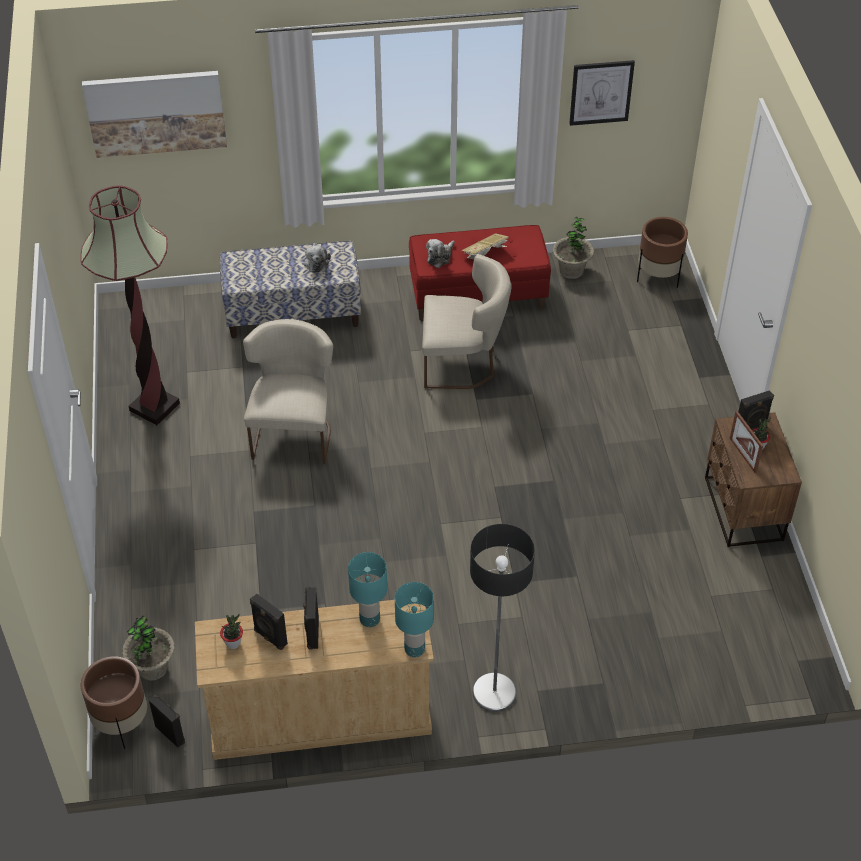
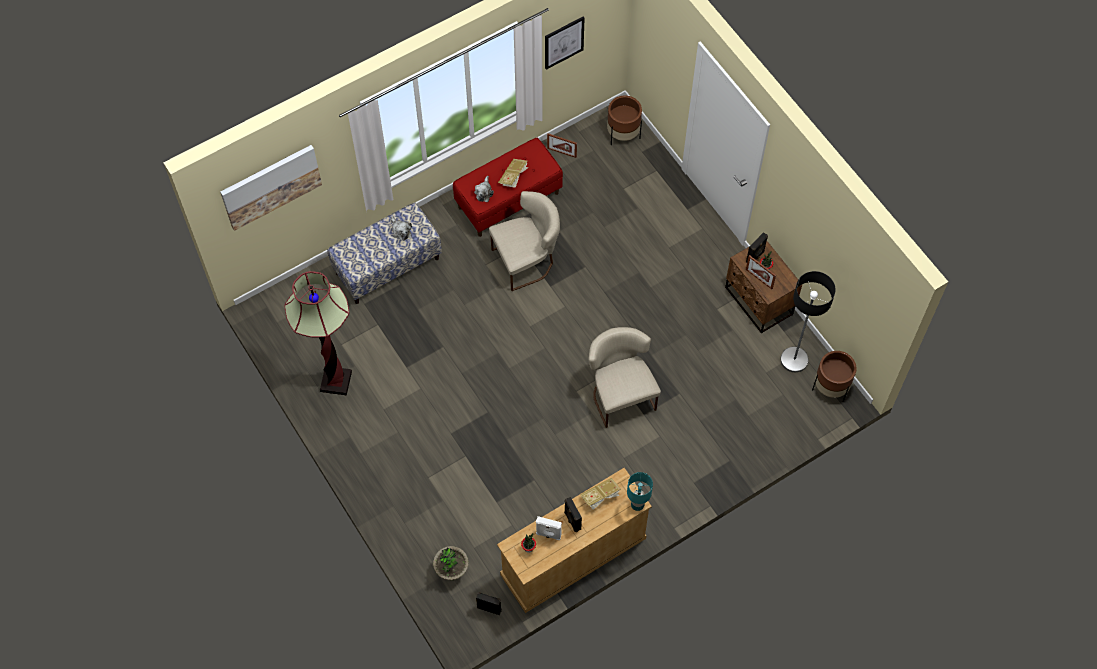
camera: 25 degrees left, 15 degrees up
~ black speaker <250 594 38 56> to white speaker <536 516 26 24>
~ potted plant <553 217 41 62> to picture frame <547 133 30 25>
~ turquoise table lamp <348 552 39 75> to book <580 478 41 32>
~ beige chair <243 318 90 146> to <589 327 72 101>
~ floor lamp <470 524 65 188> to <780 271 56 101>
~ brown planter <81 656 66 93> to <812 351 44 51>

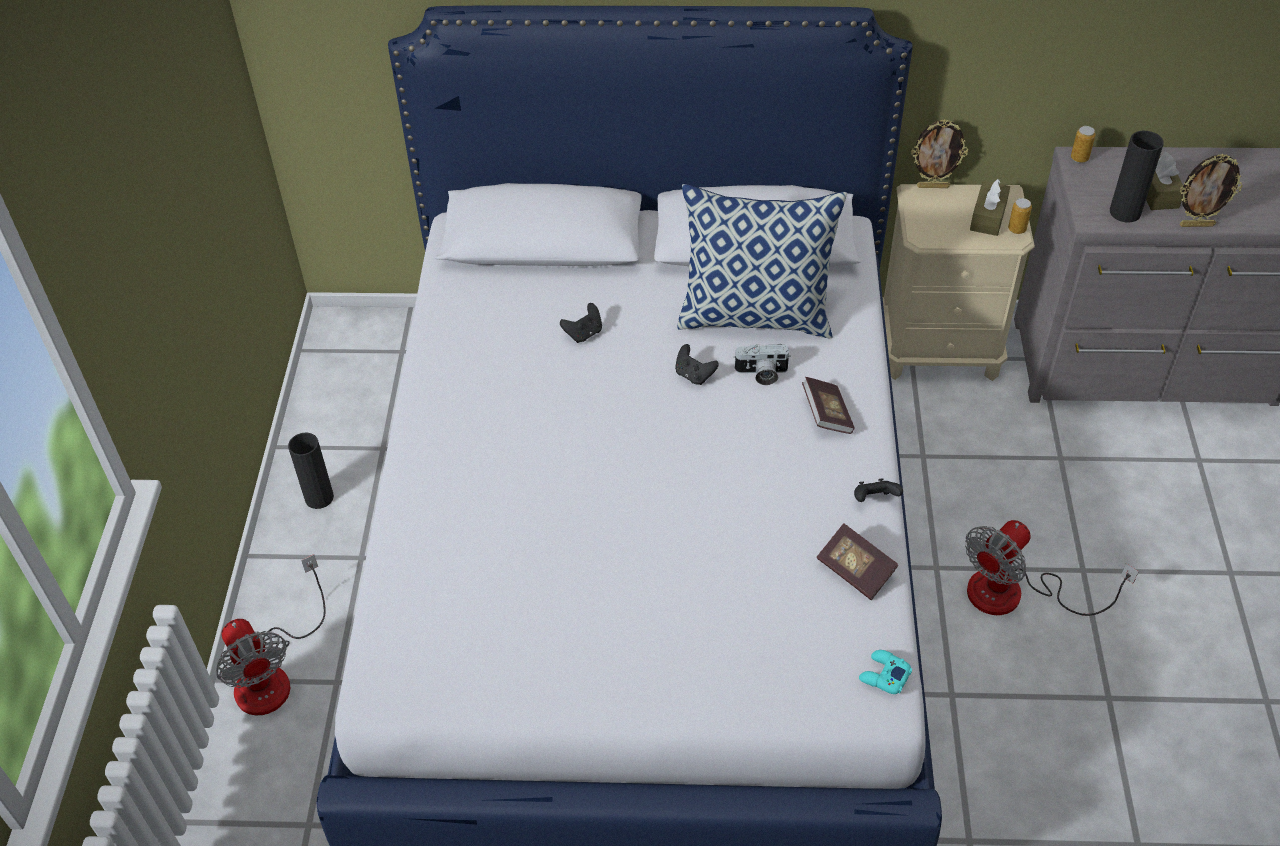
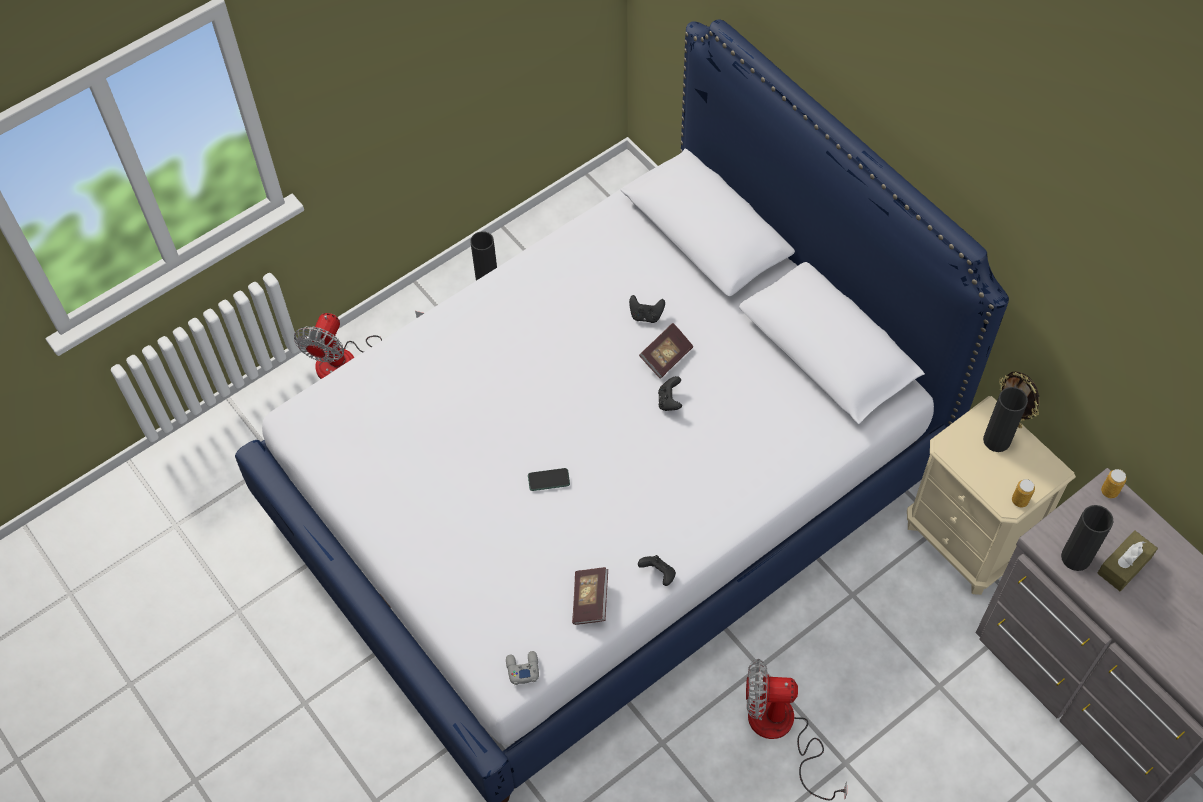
camera: 50 degrees right, 10 degrees up
~ turquoise game controller <859 650 53 44> to grey game controller <506 651 33 34>
+ phone <528 468 42 23>
~ book <802 377 53 57> to <639 323 54 56>
+ black vase <983 387 45 65>
- pillow <677 184 170 154>
- photo camera <733 344 58 41>
- brown tissue box <970 179 40 57>
- picture frame <1180 154 63 73>

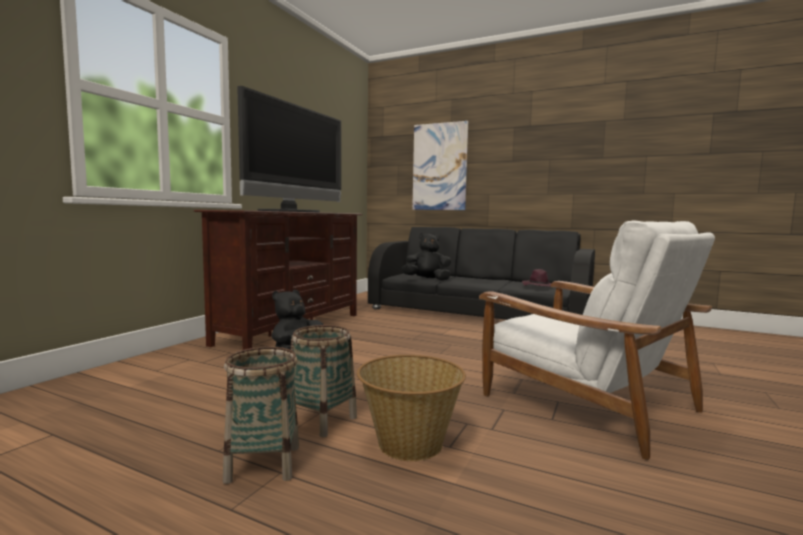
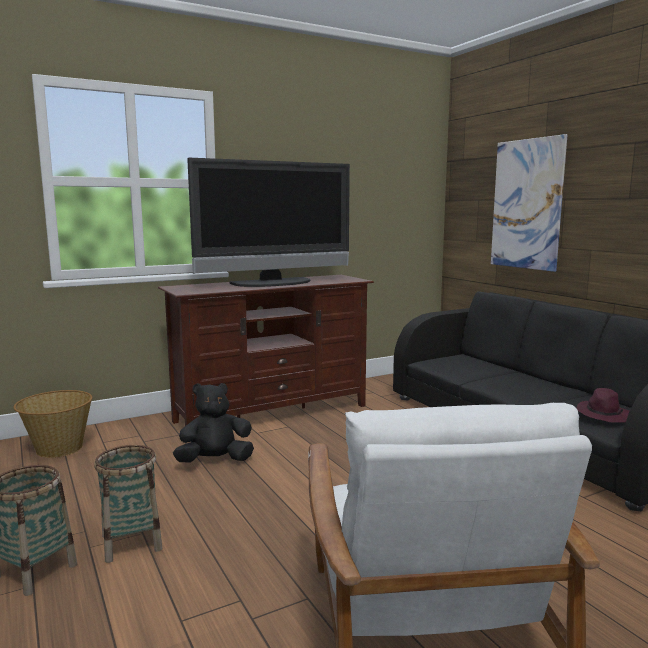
camera: 35 degrees right, 5 degrees up
~ basket <357 355 109 106> to <13 390 79 68>
- black plush toy <401 233 50 48>

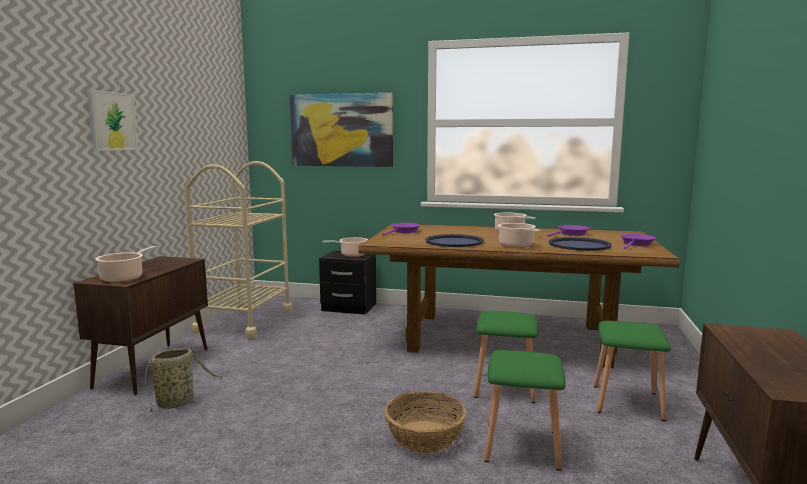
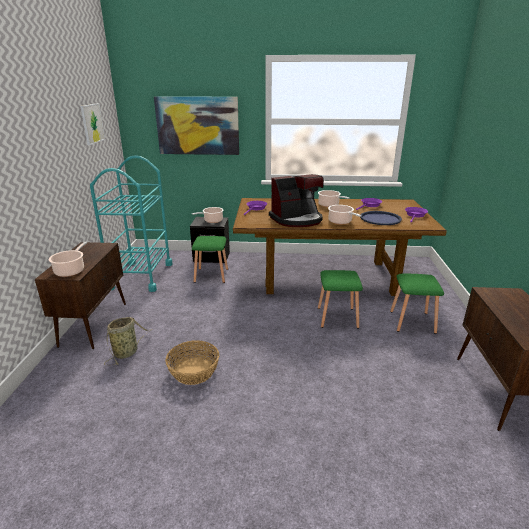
camera: 10 degrees left, 15 degrees up
~ picture <87 90 51 61> to <80 103 25 42>
~ beige cart <185 161 108 178> to turquoise cart <90 155 83 137>
~ basket <385 391 81 62> to <165 340 54 45>
~ green stool <484 350 82 121> to <192 236 36 47>
~ blue tray <425 234 59 13> to coffee machine <269 174 55 53>

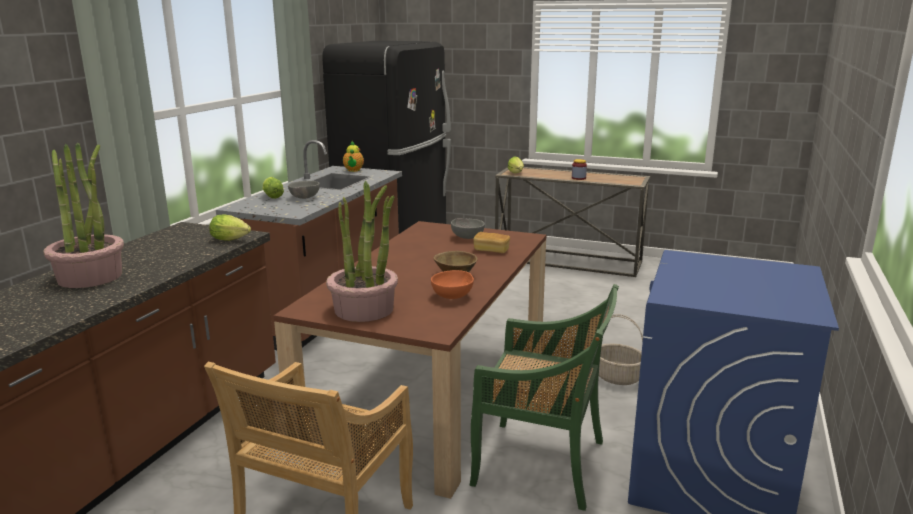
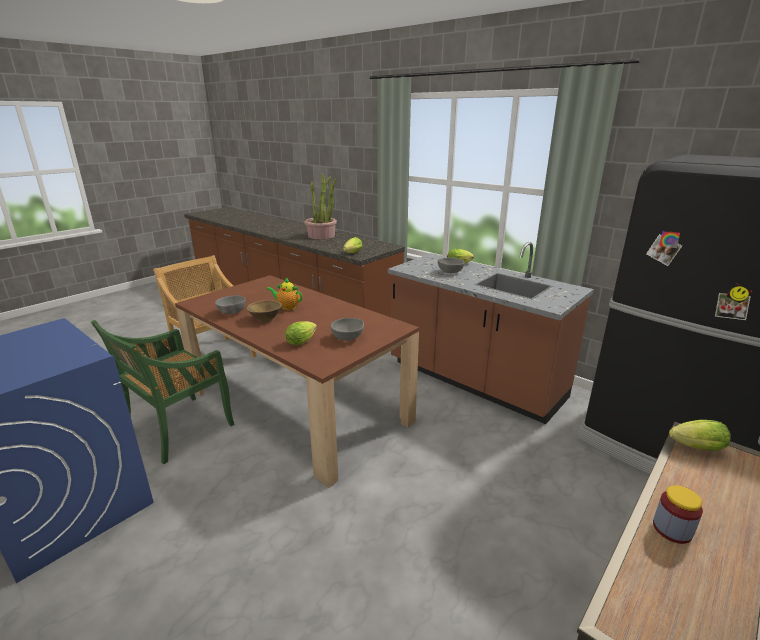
camera: 110 degrees right, 5 degrees up
~ orange bowl <431 270 43 29> to grey bowl <215 295 31 19>
~ teapot <343 141 21 31> to <266 278 36 32>
~ bread <473 232 37 21> to lettuce <285 321 32 24>
- potted plant <326 181 72 141>
- basket <599 314 44 71>

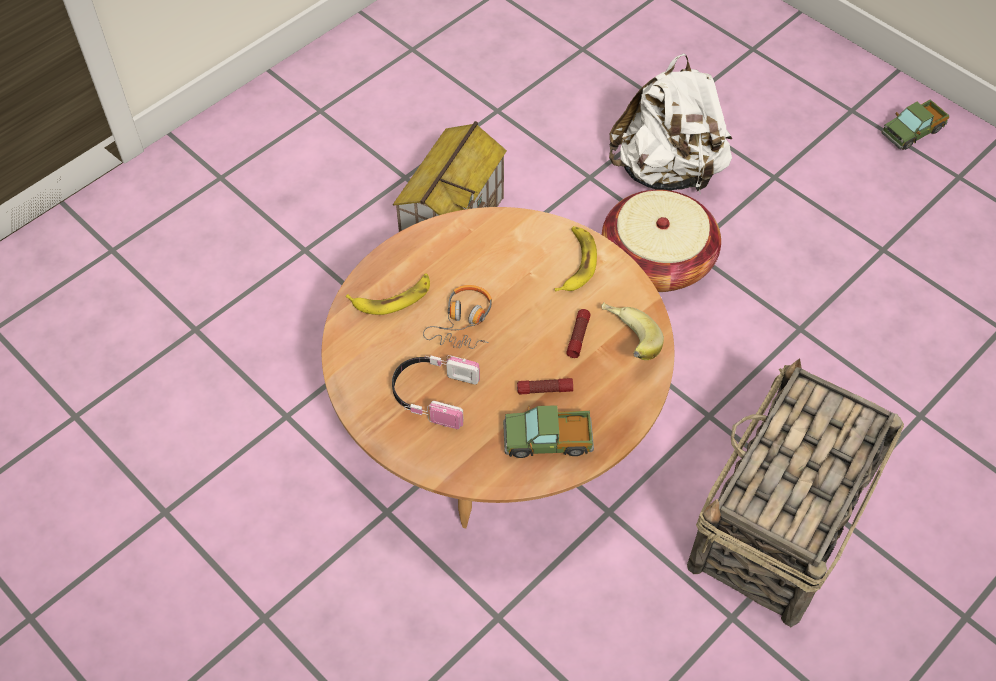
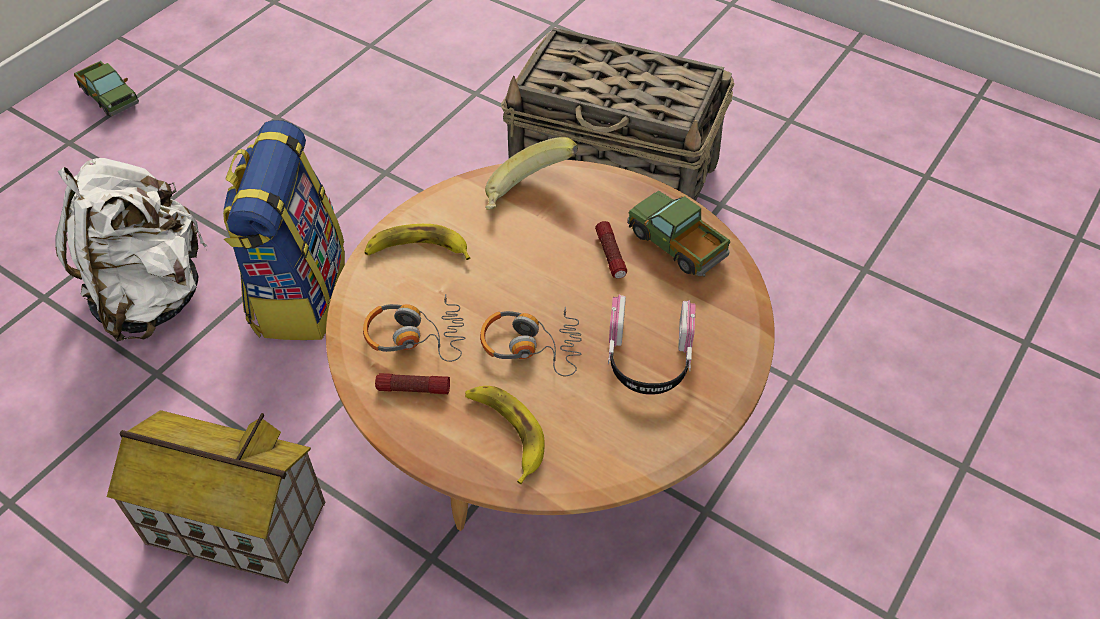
camera: 100 degrees left, 5 degrees down
~ basket <602 189 119 103> to backpack <223 120 122 220>
+ headphones <363 294 102 68>
~ flashlight <566 309 25 49> to <375 373 75 21>
~ toy truck <503 405 91 53> = <627 191 103 86> 150 degrees clockwise

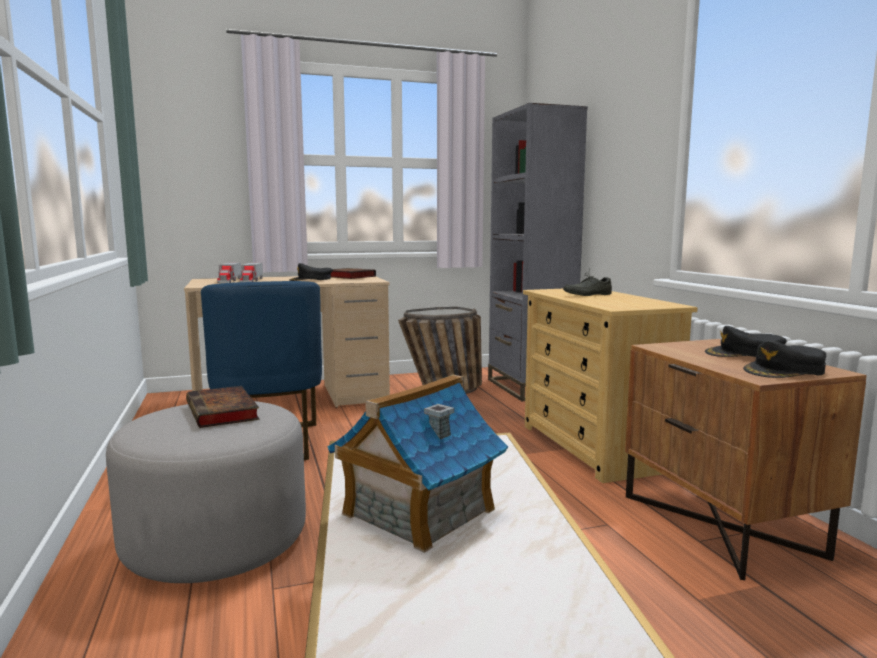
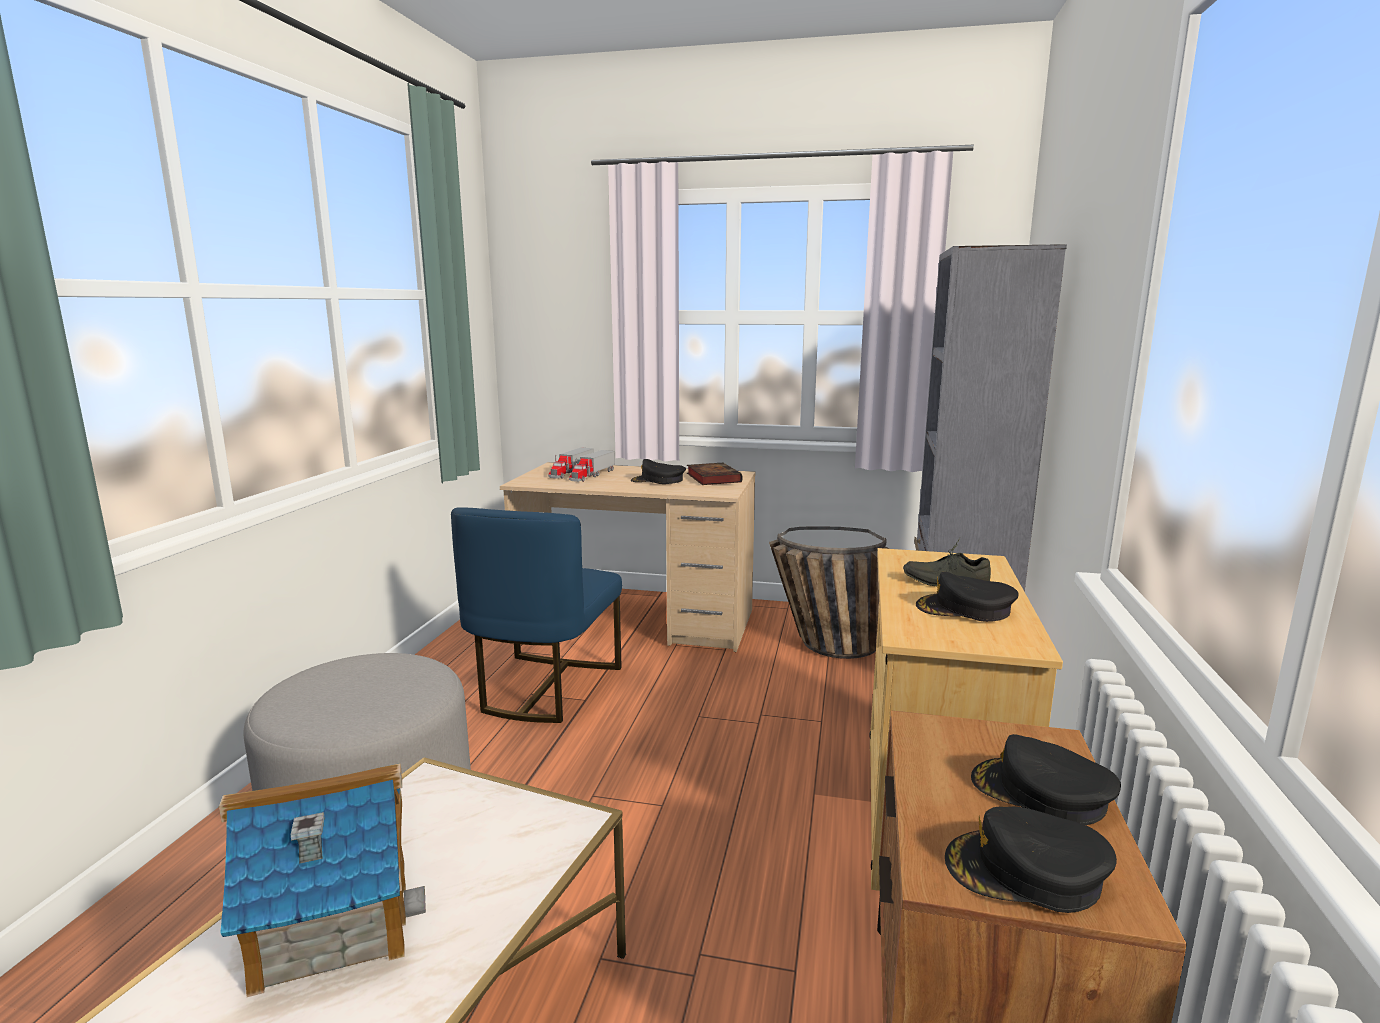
camera: 30 degrees right, 5 degrees up
+ black cap <916 572 103 50>
- book <186 386 74 42>

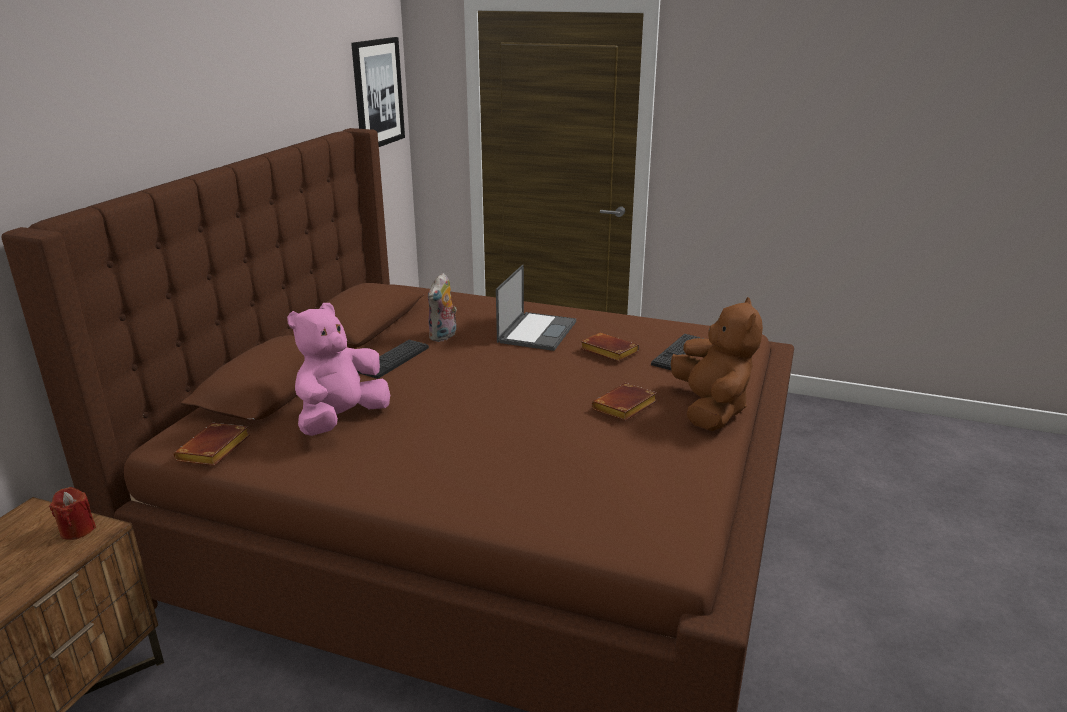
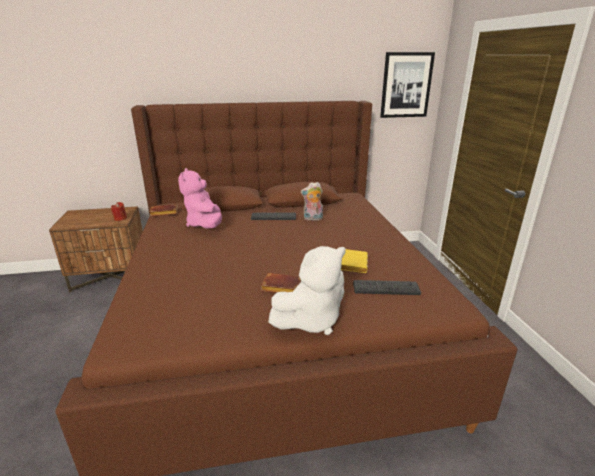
camera: 60 degrees right, 0 degrees up
~ pink plush toy <287 303 103 133> = <178 168 44 60> 105 degrees counterclockwise
~ brown plush toy <671 297 92 134> to white plush toy <268 246 78 89>
~ brown book <580 333 59 29> to yellow book <341 249 27 24>
- laptop <496 265 80 86>

